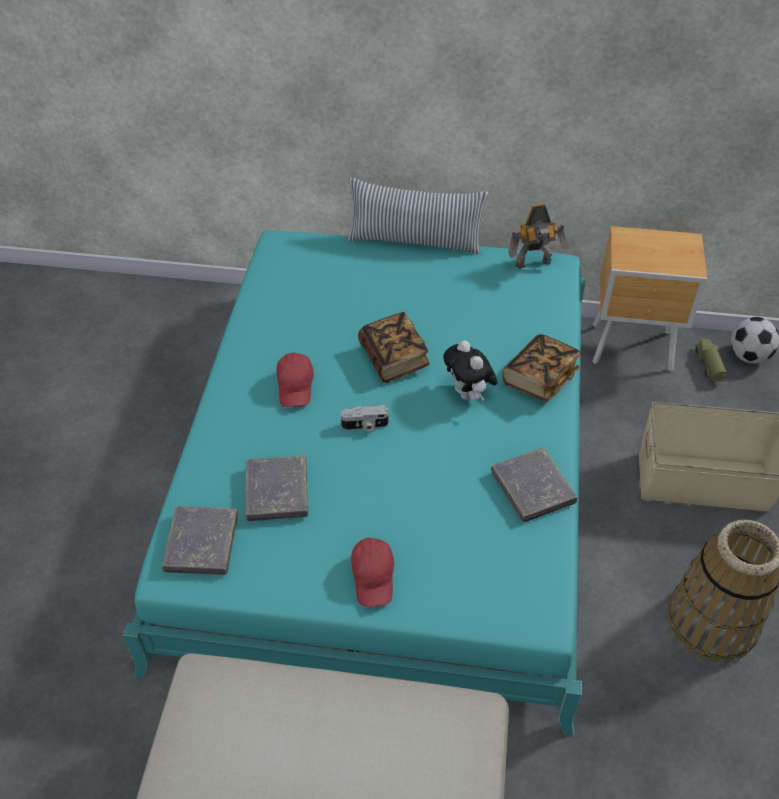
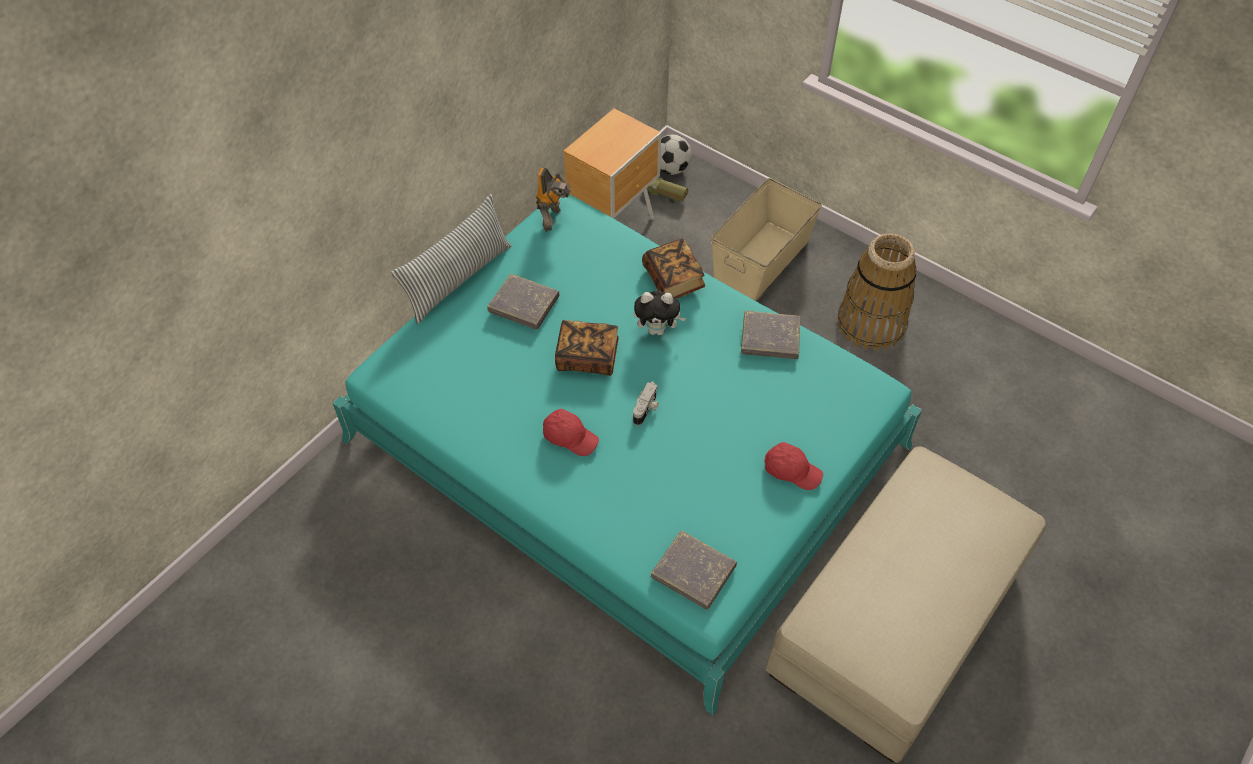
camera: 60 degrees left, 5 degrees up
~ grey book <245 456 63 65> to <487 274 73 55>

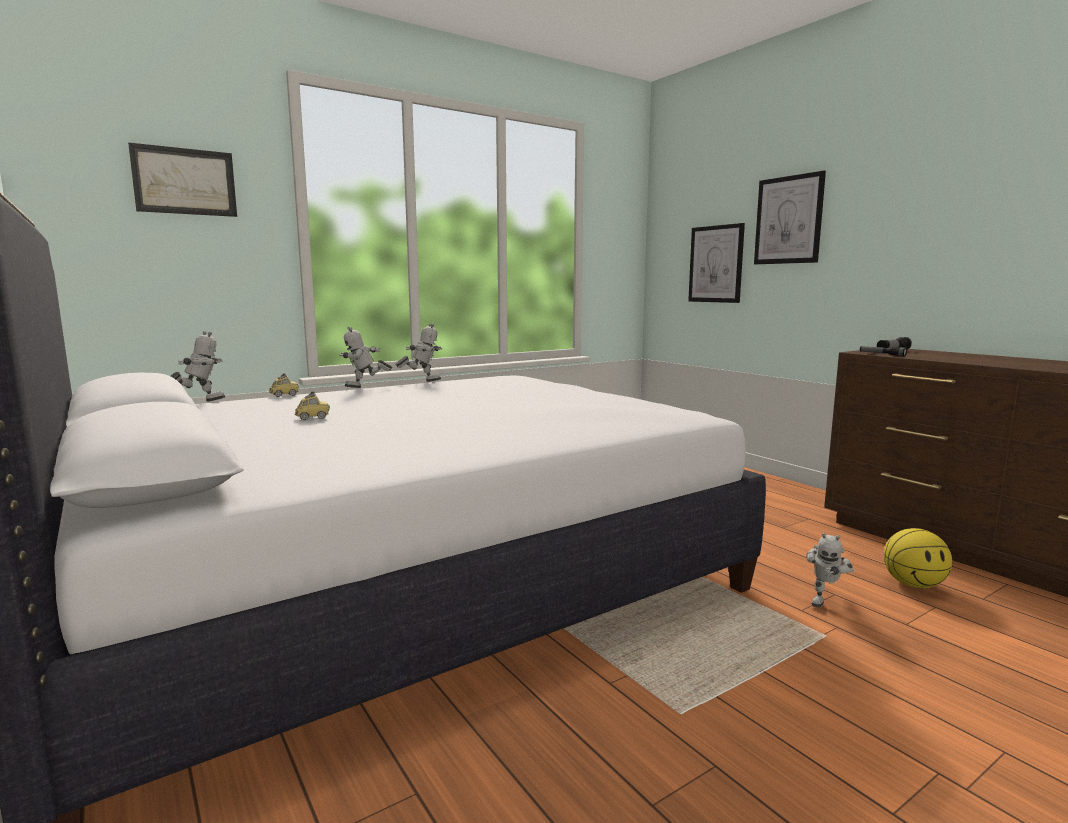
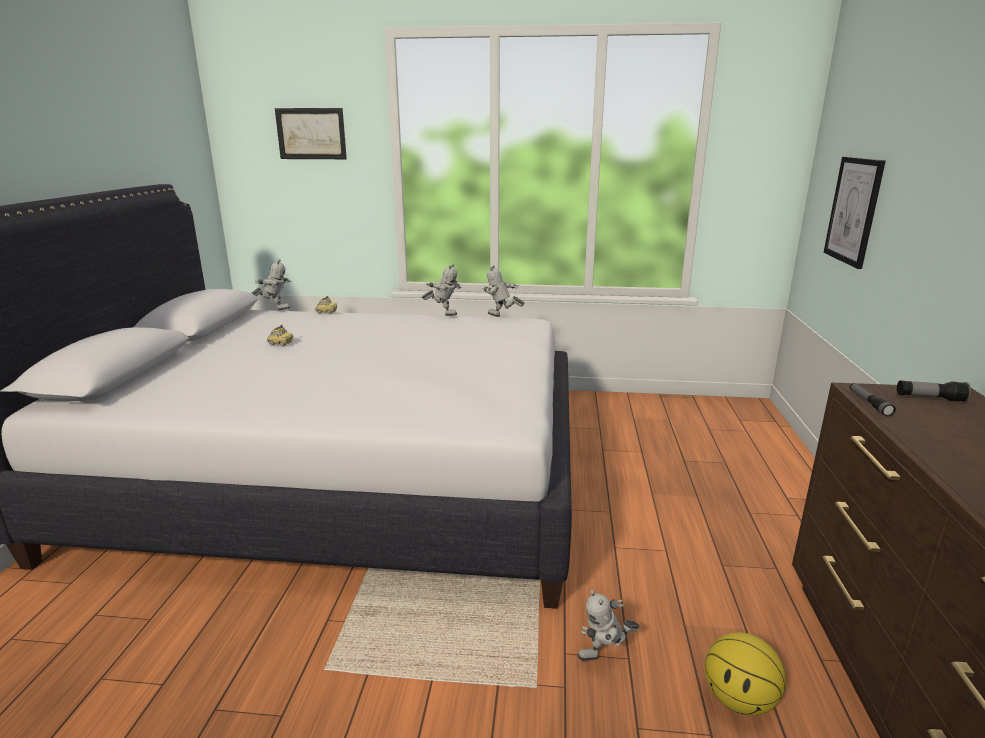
camera: 40 degrees right, 10 degrees up
~ toy robot <339 327 53 61> to <483 265 42 52>
- picture <754 171 72 93>

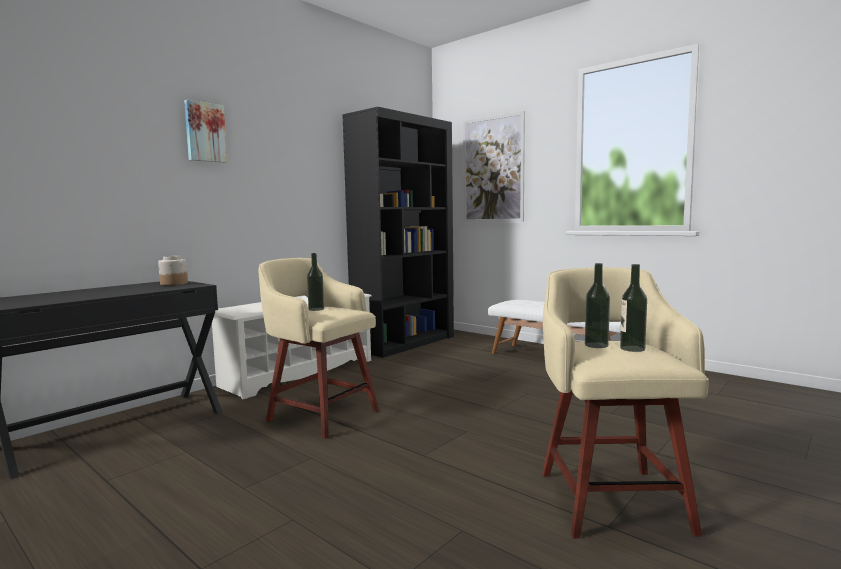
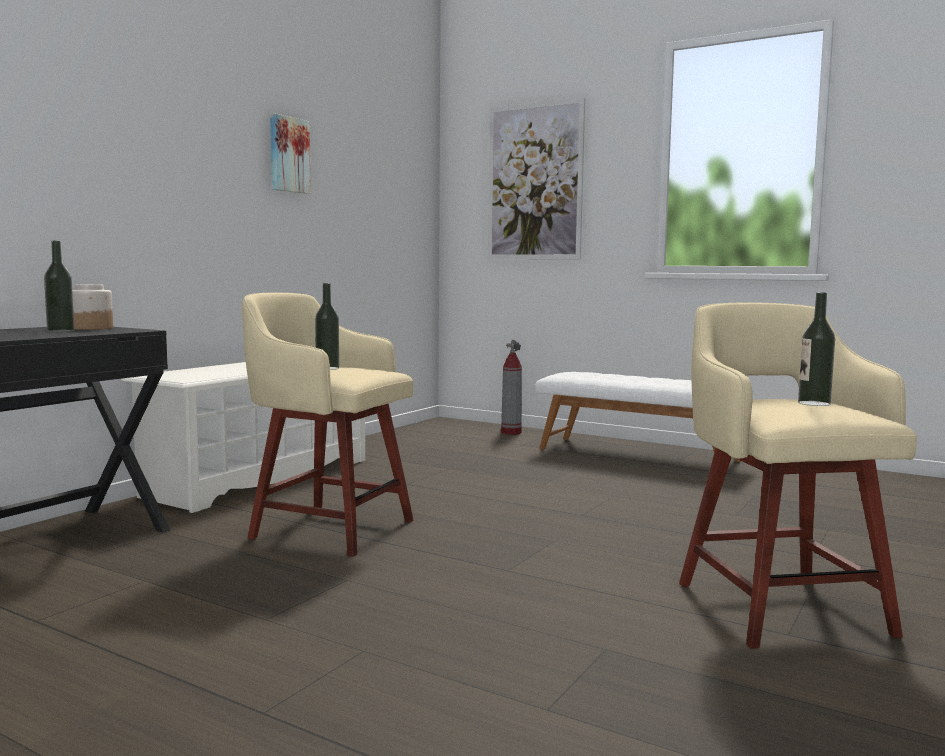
camera: 10 degrees left, 0 degrees up
~ bottle <585 263 25 85> to <44 241 30 91>
~ picture <184 100 43 63> to <270 113 41 81>
+ fire extinguisher <501 339 21 96>
- black bookcase <342 107 112 251>

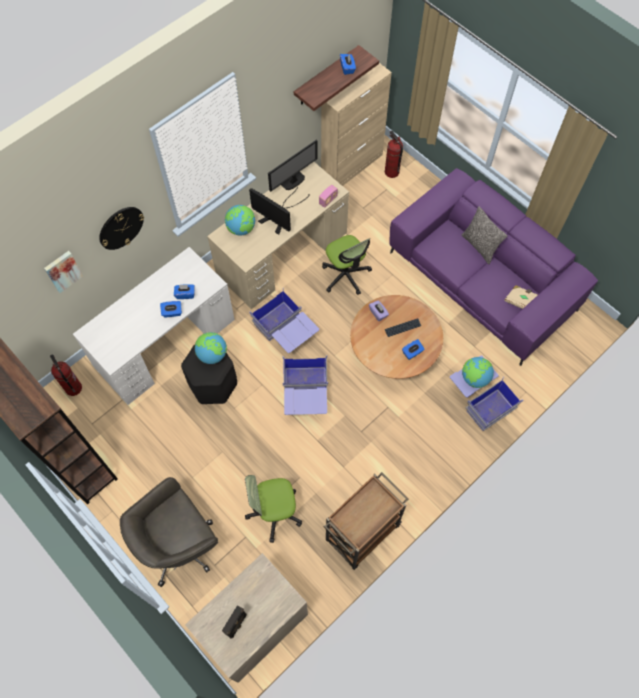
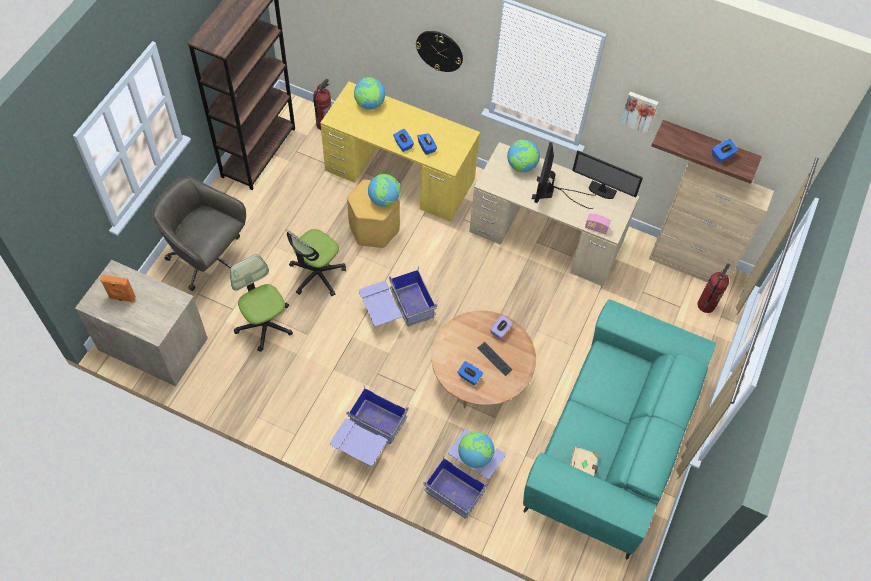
camera: 65 degrees right, 5 degrees down
~ black speaker <222 605 25 34> to orange speaker <100 275 36 27>
~ office chair <322 235 50 60> to <286 229 60 67>
~ white desk <73 247 162 158> to yellow desk <320 82 160 140>
~ blue storage box <249 291 70 62> to <330 385 79 81>
~ black stool <181 345 56 59> to yellow stool <347 180 53 68>
+ globe <354 77 31 32>
~ purple sofa <389 168 209 198> to turquoise sofa <523 299 193 261>
~ picture <44 251 39 42> to <620 92 38 42>
- brown cart <324 472 84 98>
- pillow <462 207 45 57>

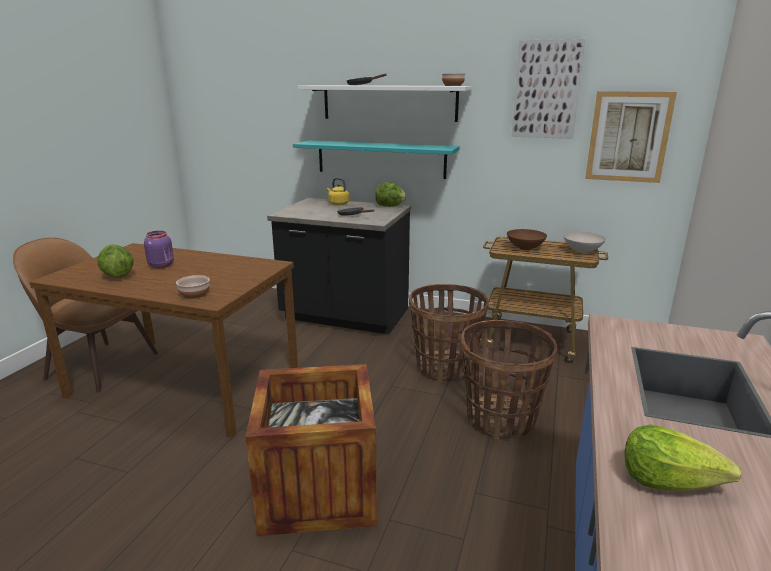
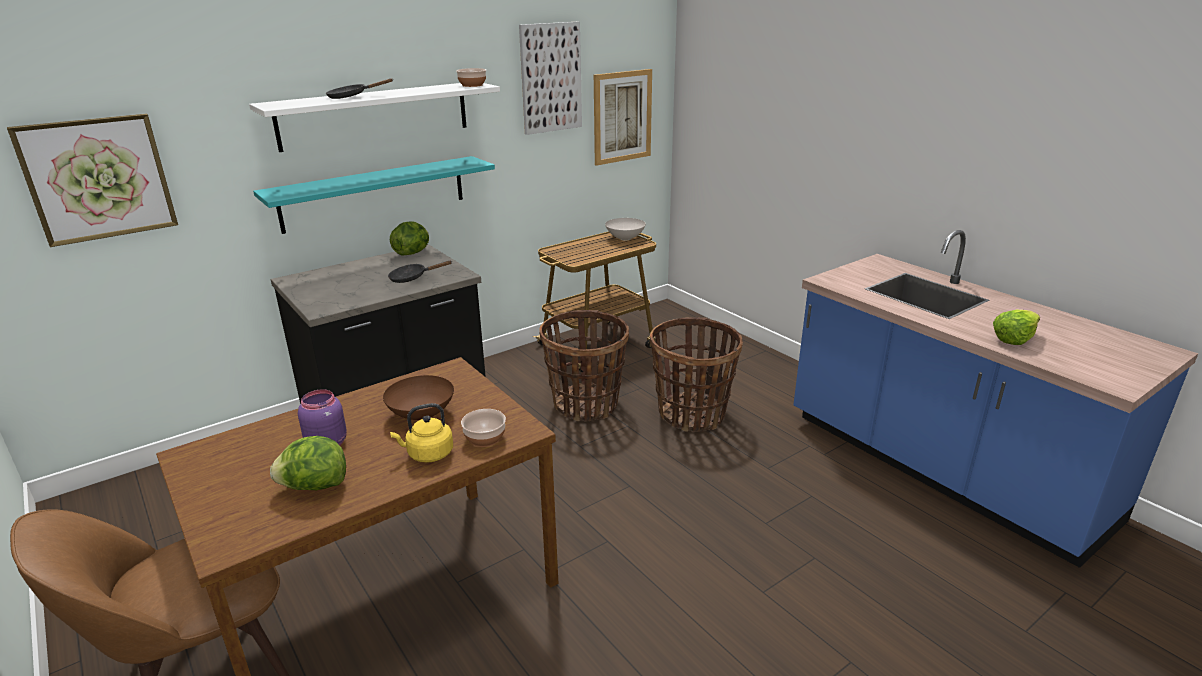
camera: 55 degrees left, 5 degrees up
+ picture <7 113 171 134>
~ brown bowl <507 229 40 21> to <383 375 71 45>
~ yellow kettle <327 178 22 27> to <390 403 63 60>
- crate <245 364 132 172>

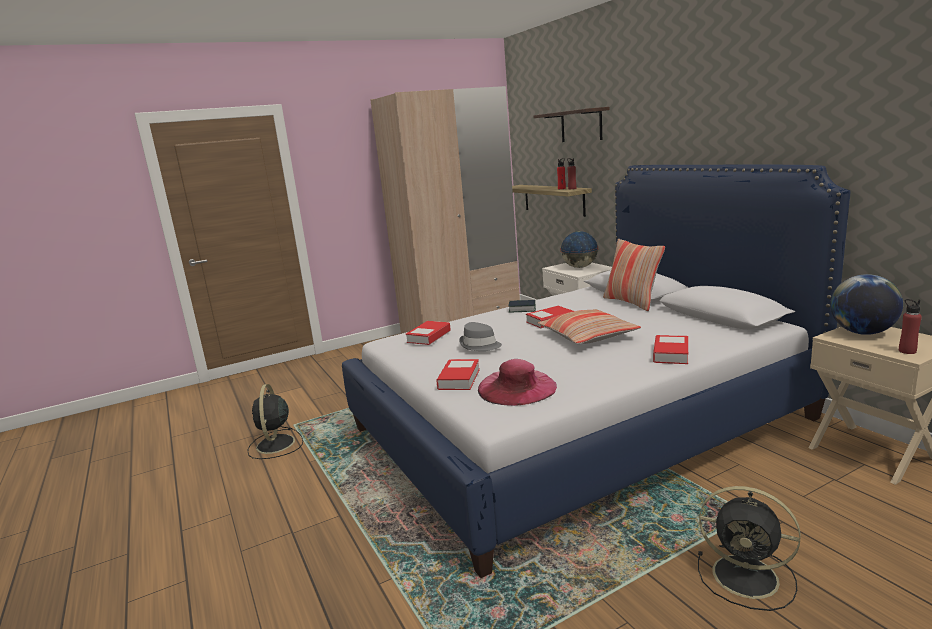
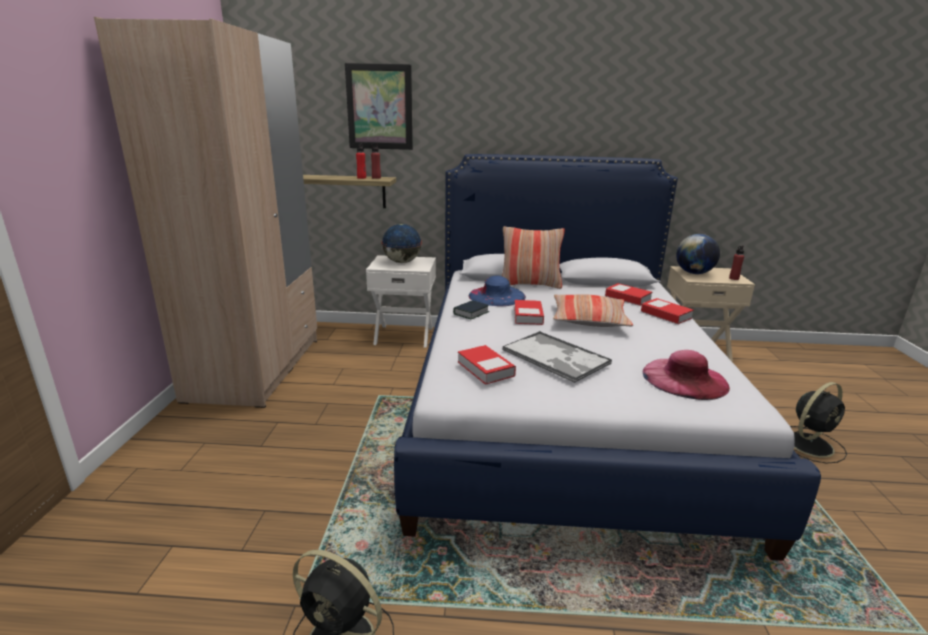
camera: 60 degrees left, 5 degrees up
~ shelf <533 107 77 35> to picture <345 63 68 87>
+ blue hat <468 276 58 30>
~ grey hat <459 322 43 29> to tray <502 331 110 52>
~ book <436 359 44 31> to <605 283 47 23>

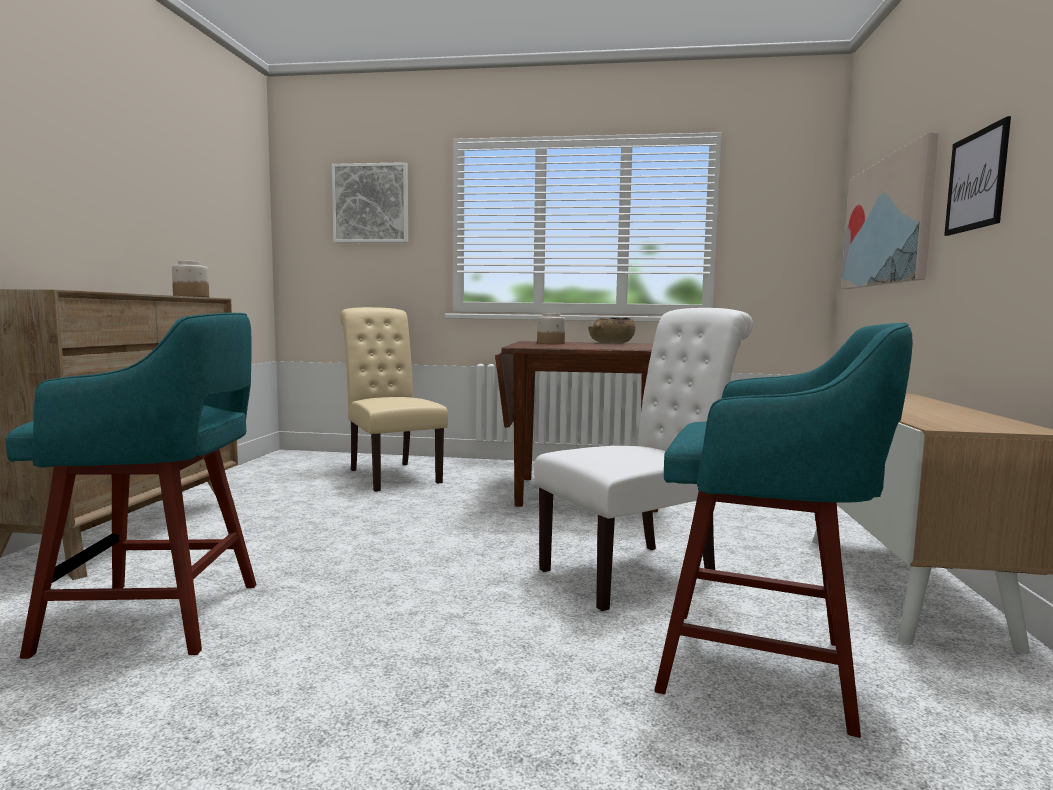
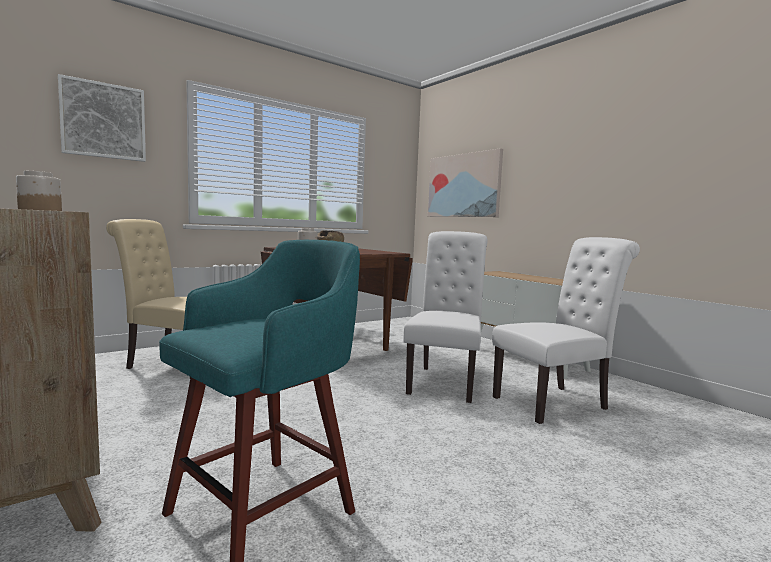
camera: 45 degrees left, 0 degrees up
~ turquoise stool <654 323 259 415> to white chair <492 237 148 187>
- picture <944 116 67 120>

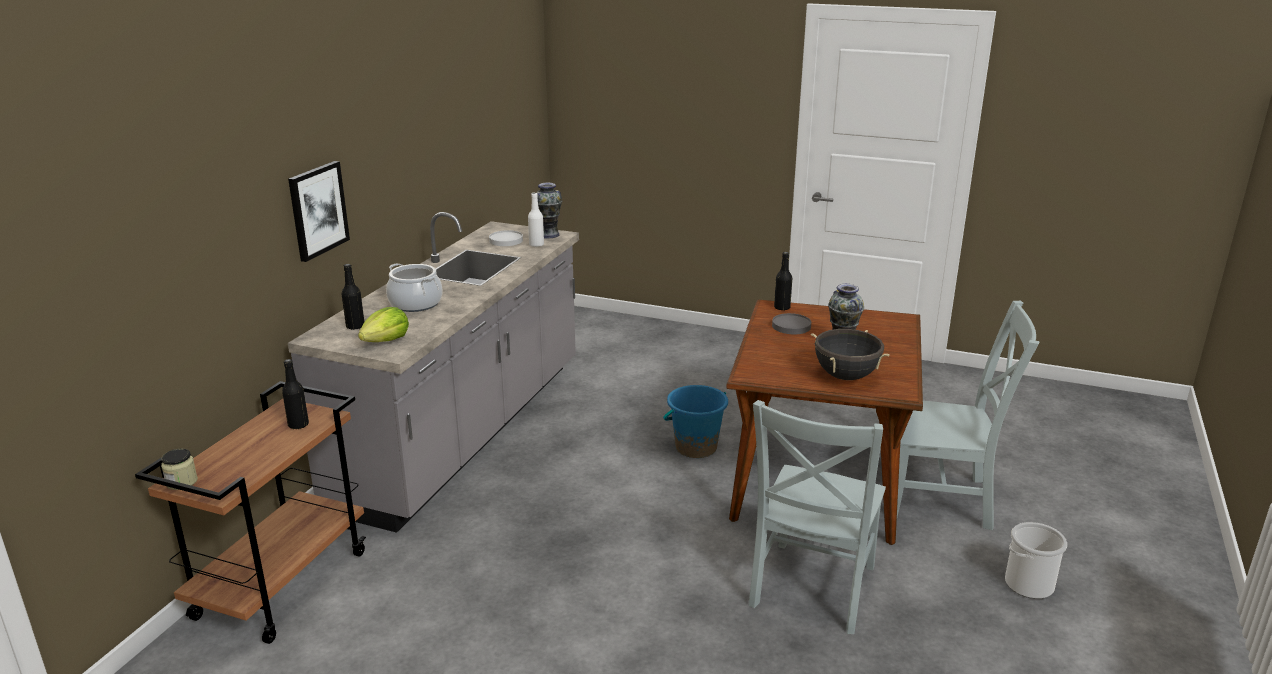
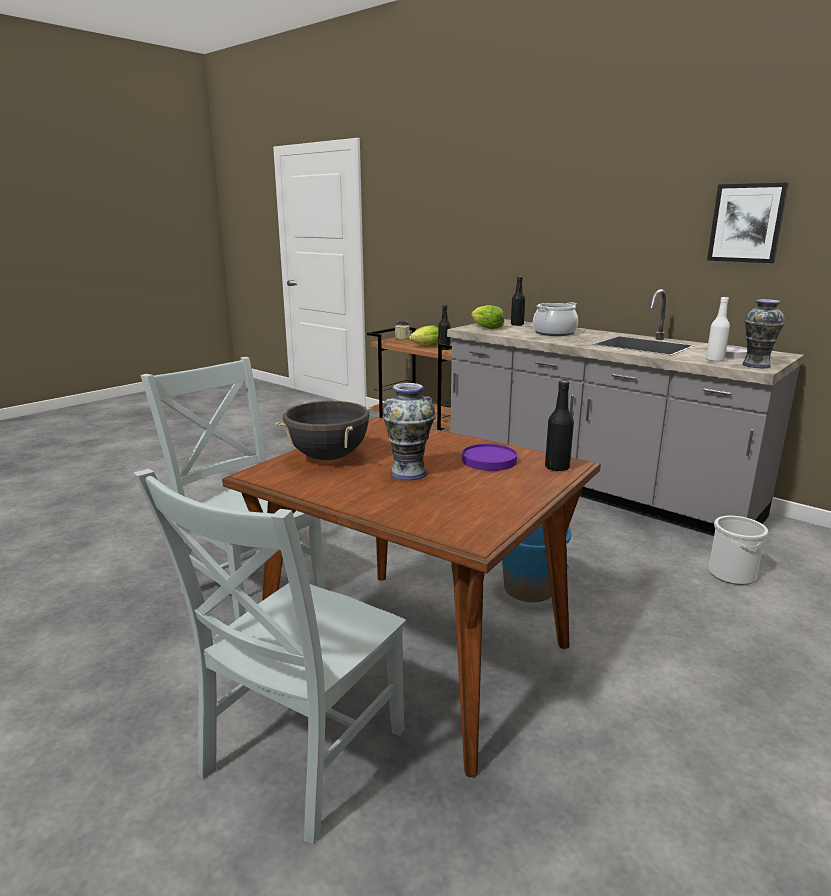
camera: 110 degrees right, 5 degrees down
+ lettuce <409 325 29 21>
~ grey plate <772 313 39 21> to purple plate <462 444 55 27>
~ picture <288 161 62 101> to <707 182 82 81>
~ bucket <1005 522 62 77> to <709 516 59 69>

